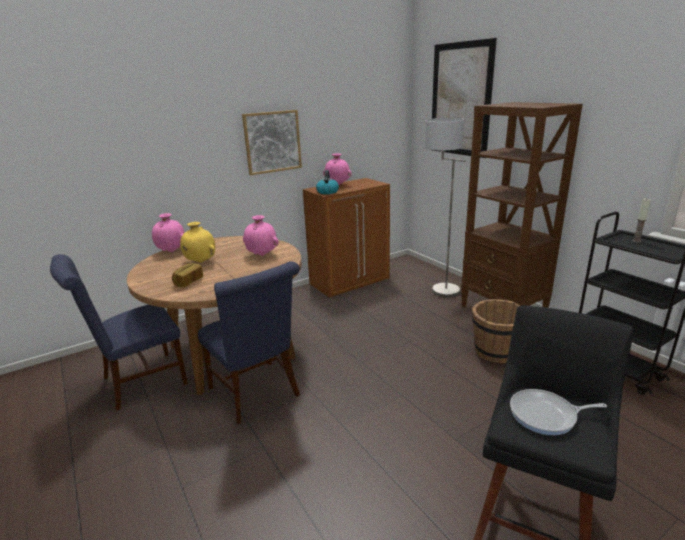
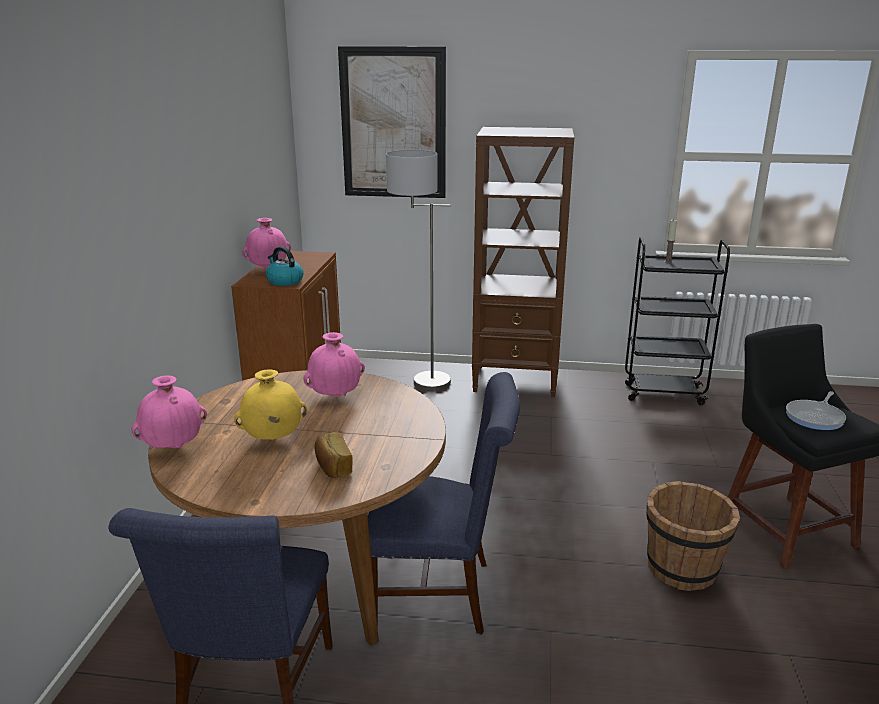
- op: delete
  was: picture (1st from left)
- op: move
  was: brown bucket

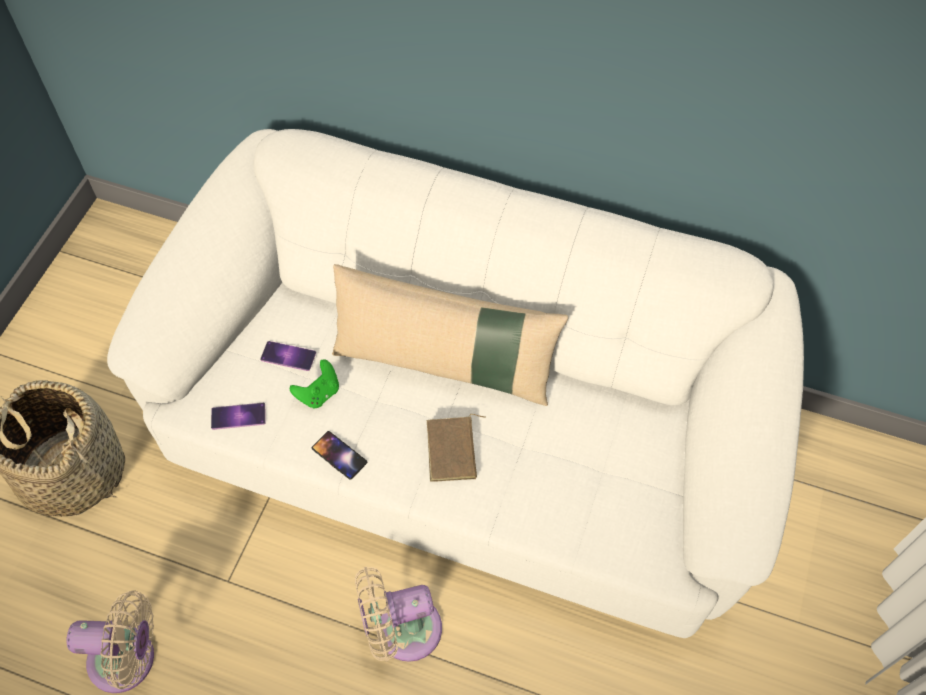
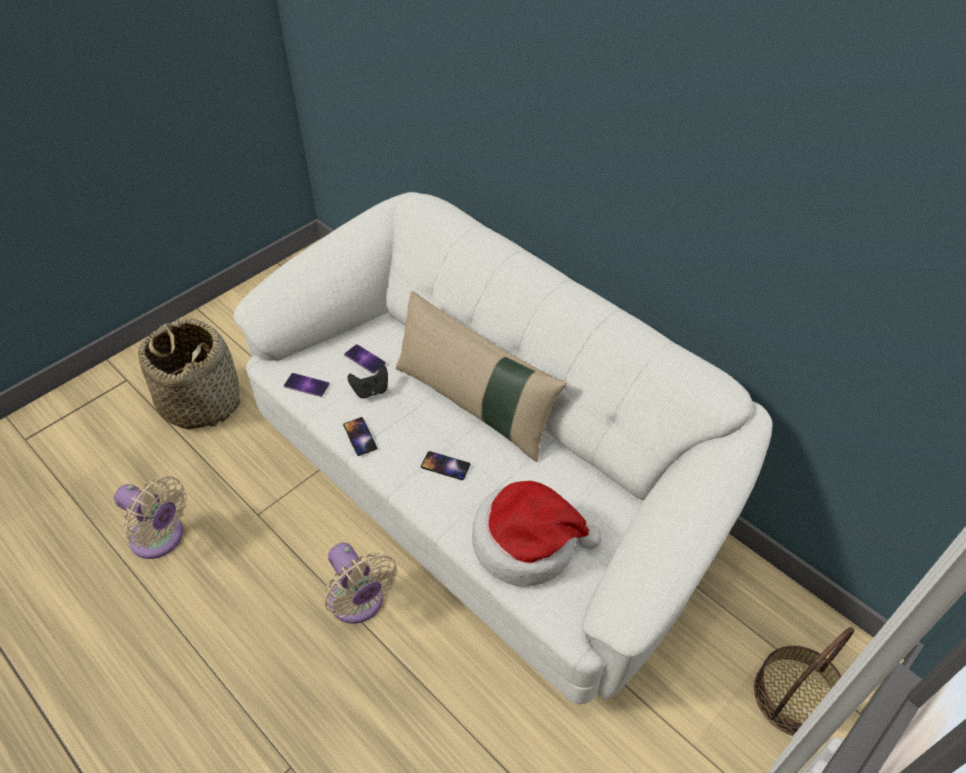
- op: insert
  now: hat
- op: insert
  now: basket (2nd from left)
- op: replace
  was: brown book
  now: phone (4th from left)
- op: recolor
  was: green game controller
  now: black game controller
- op: rotate
  was: beige fan (2nd from left)
  clockwise: -135

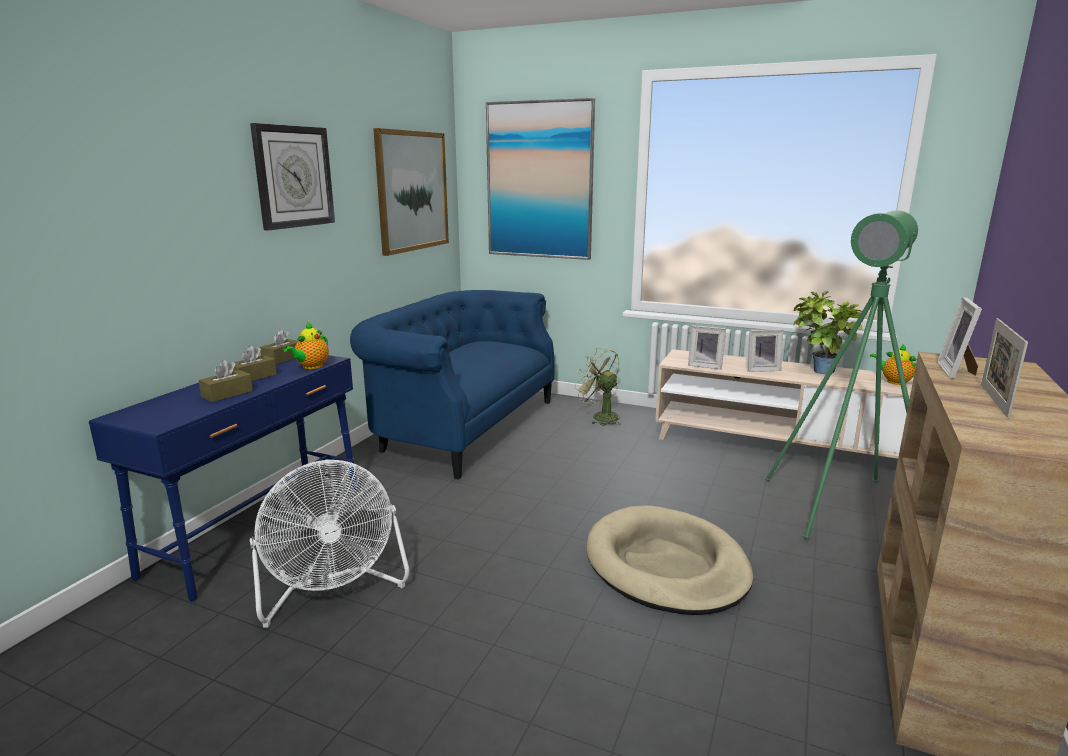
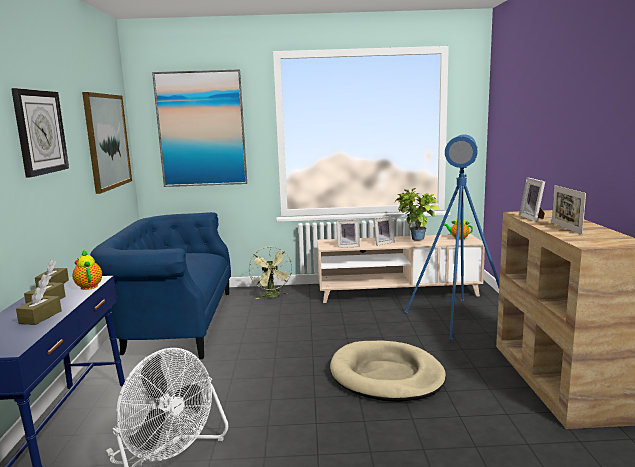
- op: recolor
  was: green floor lamp
  now: blue floor lamp
- op: rotate
  was: teapot (1st from left)
  clockwise: 150
- op: rotate
  was: green fan
  clockwise: -120

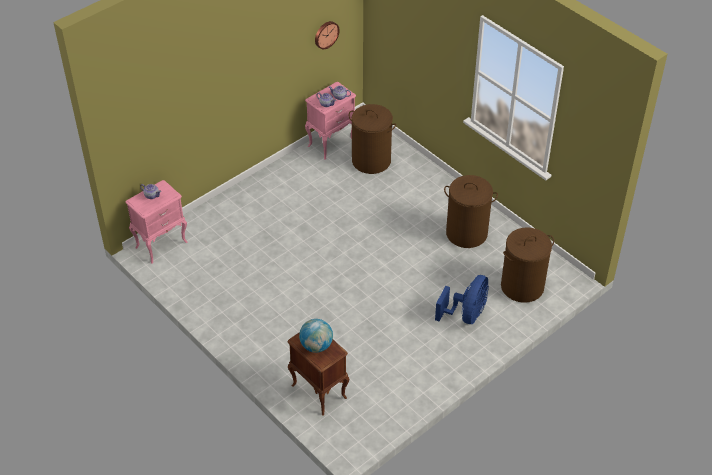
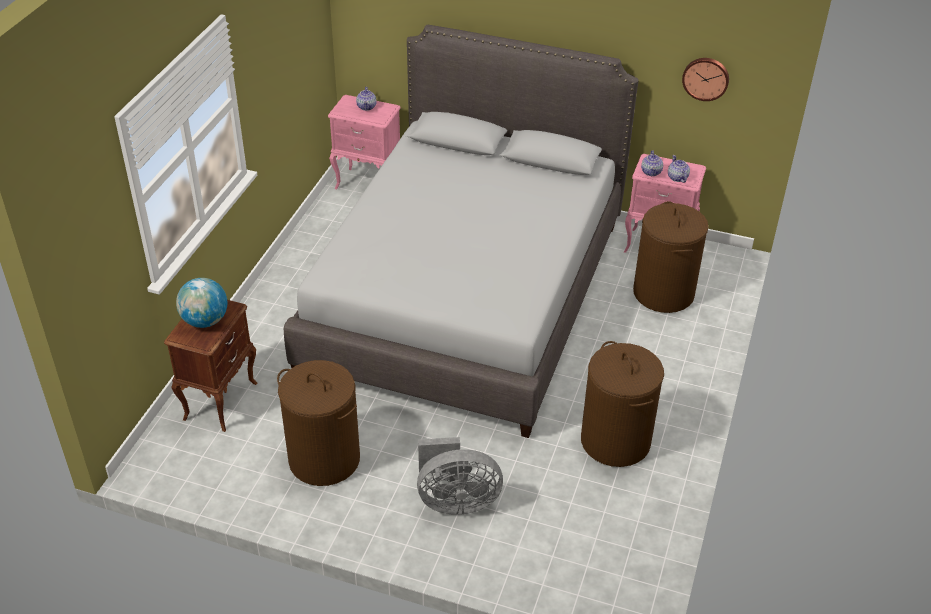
- op: insert
  now: grey bed
- op: move
  was: brown laundry basket (3rd from left in the first image)
  now: brown laundry basket (1st from left)
- op: recolor
  was: blue fan
  now: grey fan

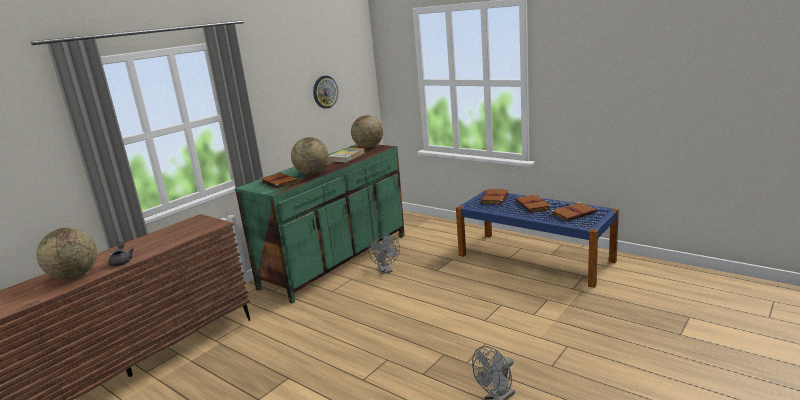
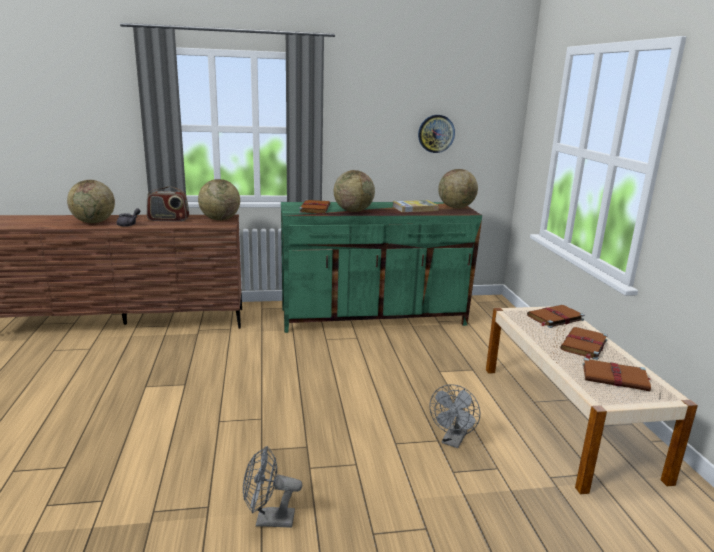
- op: insert
  now: radio
- op: insert
  now: globe (2nd from left)
- op: move
  was: grey fan (1st from left in the first image)
  now: grey fan (2nd from left)
- op: recolor
  was: blue bench
  now: beige bench

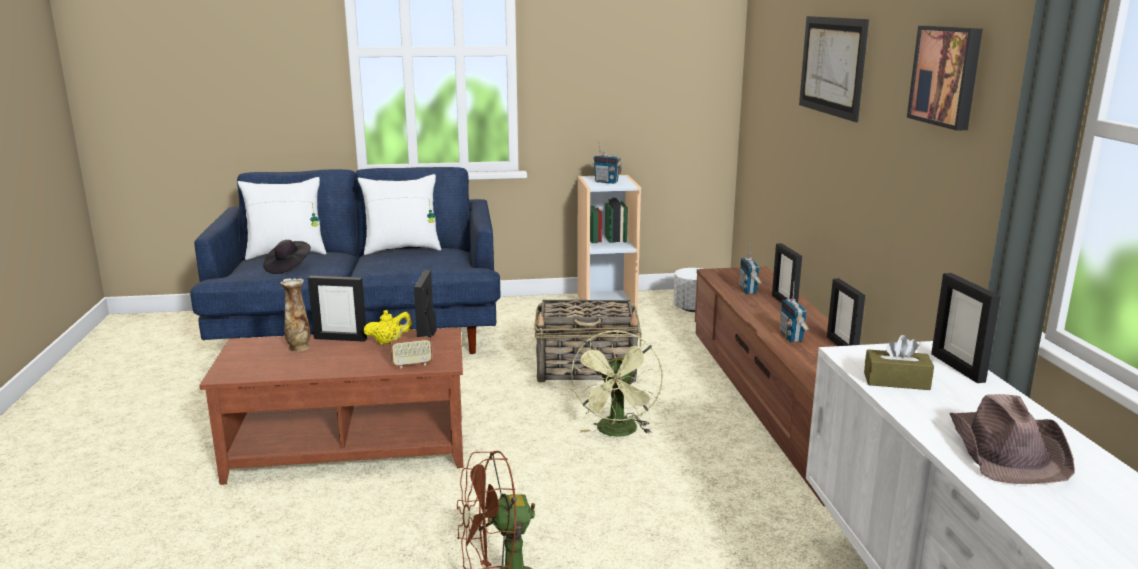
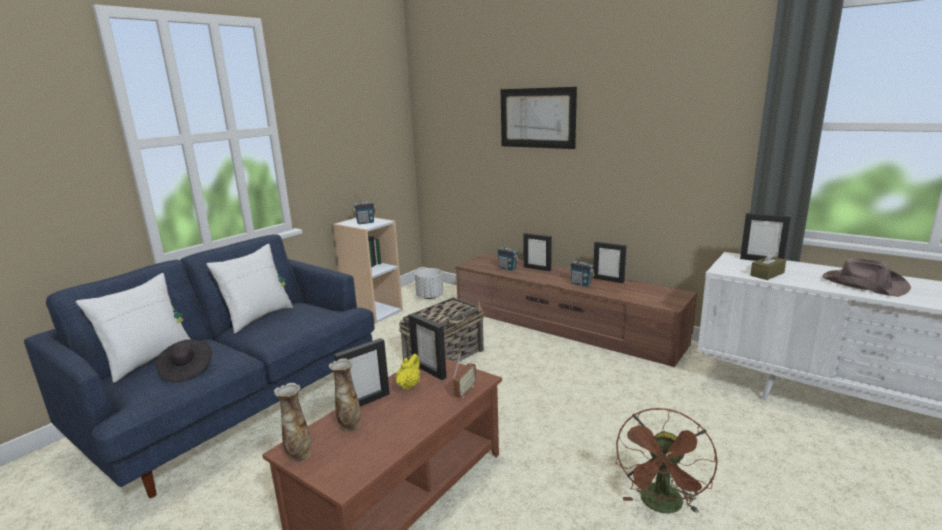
- op: delete
  was: green fan
- op: delete
  was: picture (2nd from left)
- op: insert
  now: vase (1st from left)

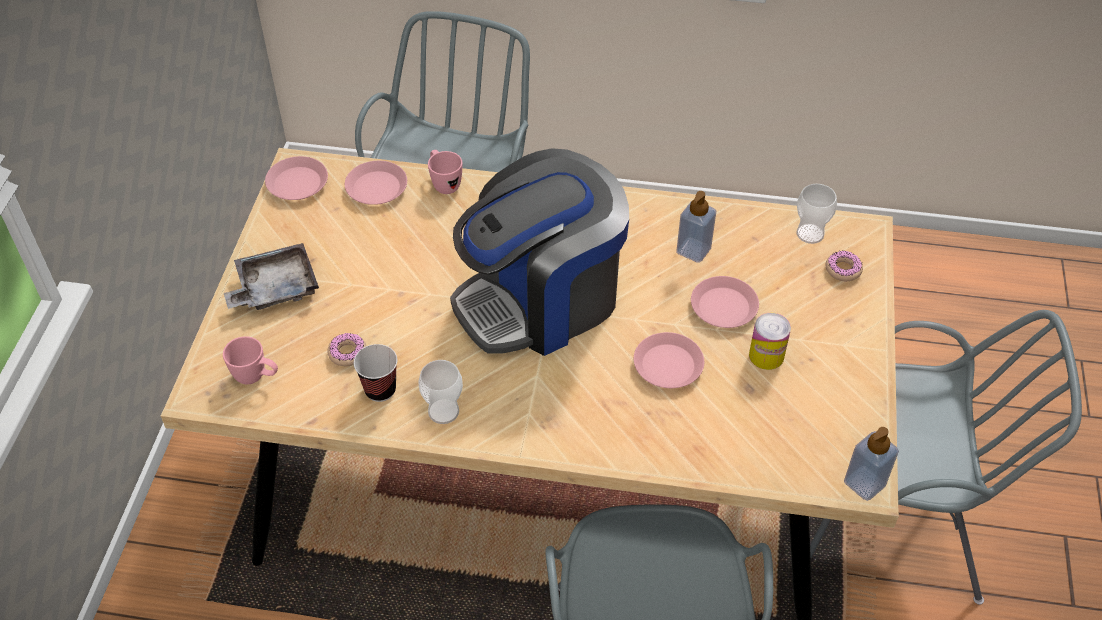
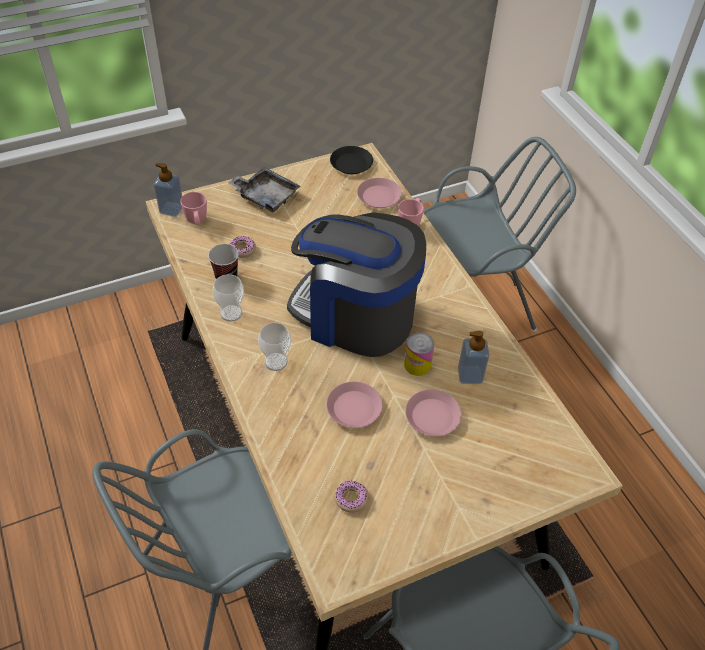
- op: move
  was: can
- op: move
  was: cup (3rd from left)
- op: move
  was: donut (2nd from left)
- op: move
  was: soap dispenser (2nd from left in the first image)
  now: soap dispenser (1st from left)
- op: recolor
  was: pink plate (1st from left)
  now: black plate

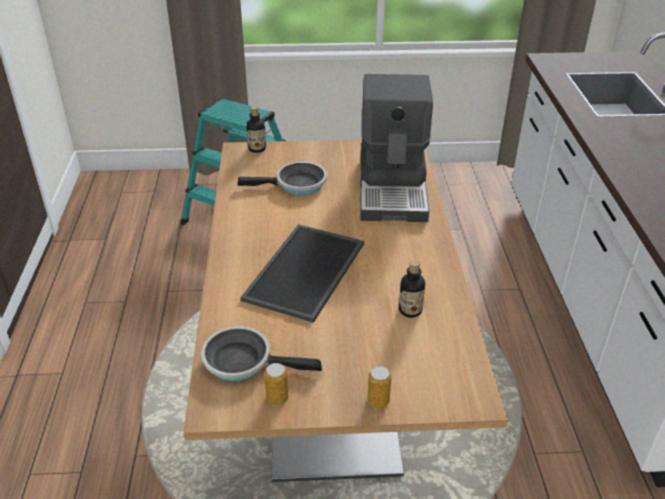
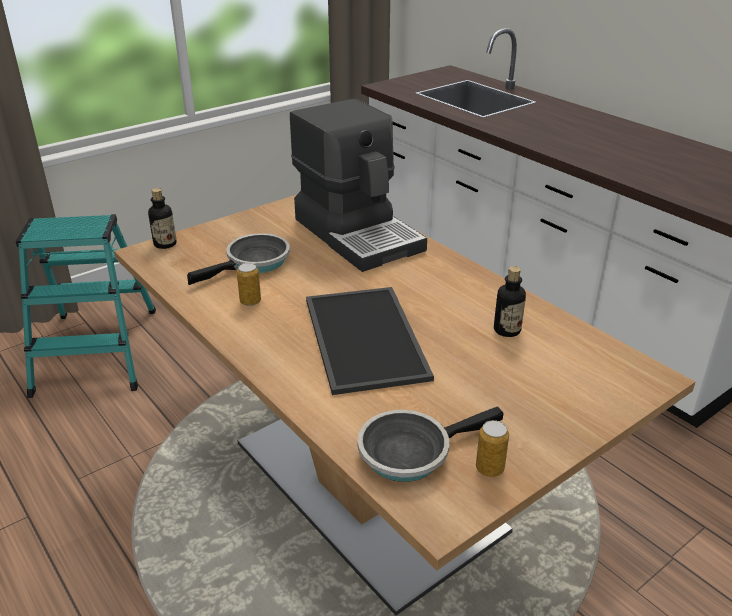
- op: move
  was: can (2nd from left in the first image)
  now: can (1st from left)

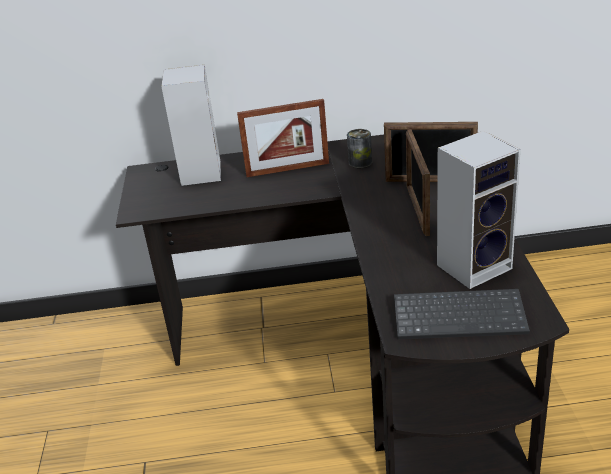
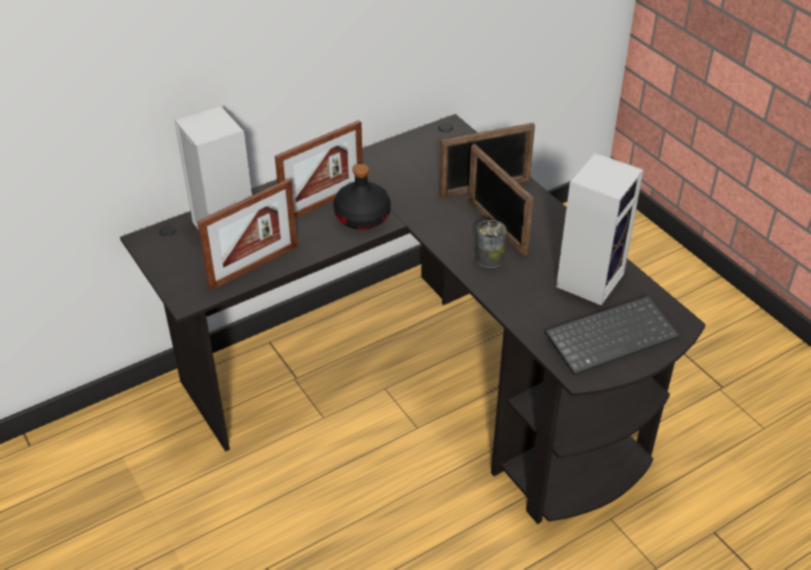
- op: insert
  now: picture frame (1st from left)
- op: insert
  now: black bottle
- op: move
  was: can

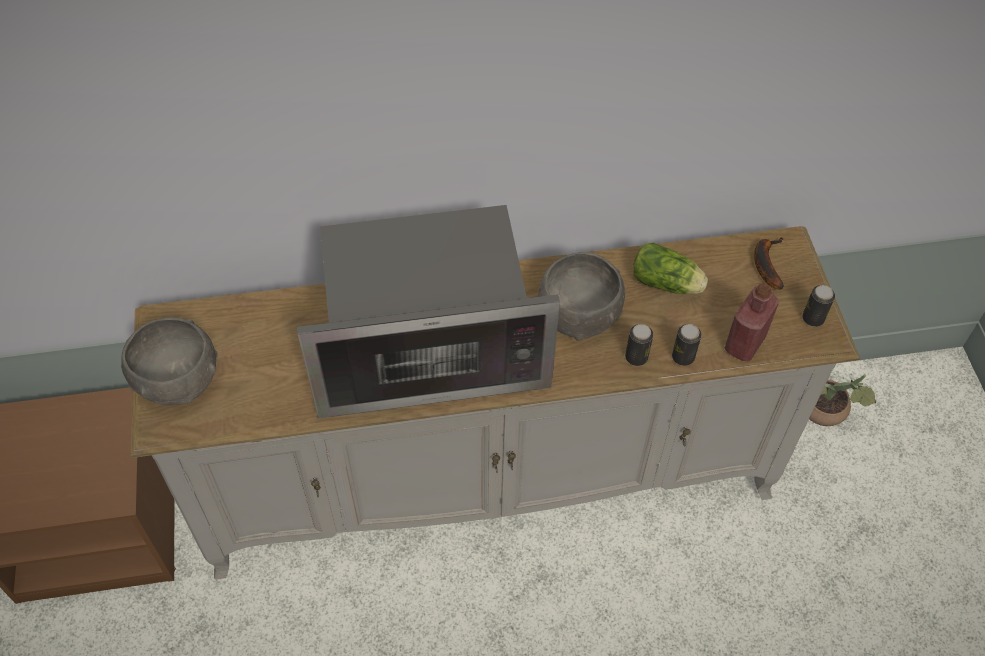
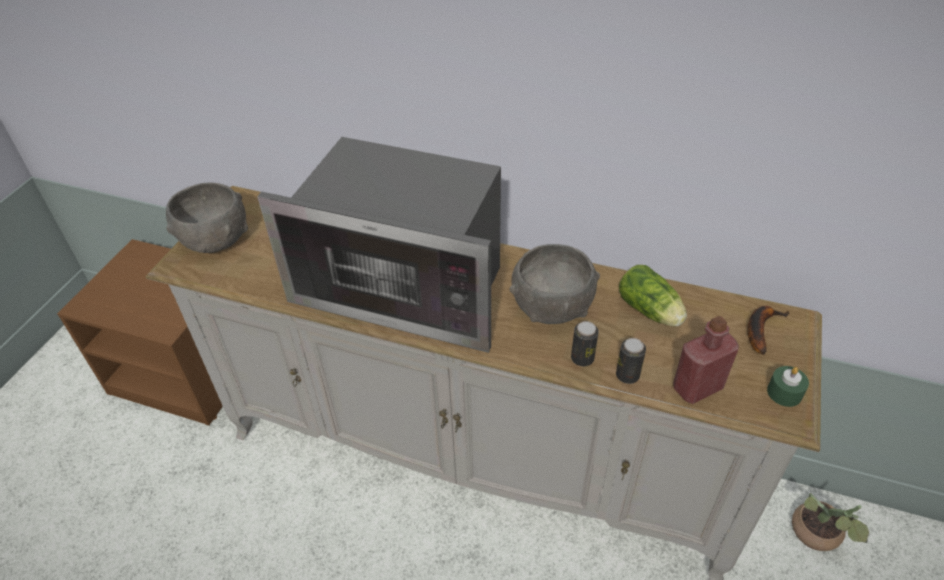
- op: replace
  was: can (3rd from left)
  now: green candle

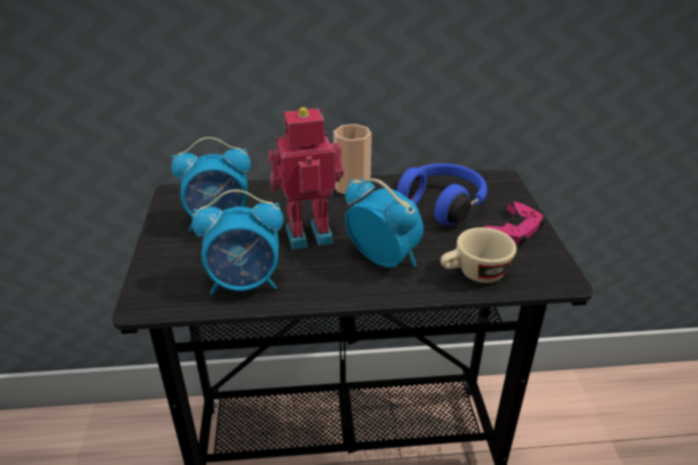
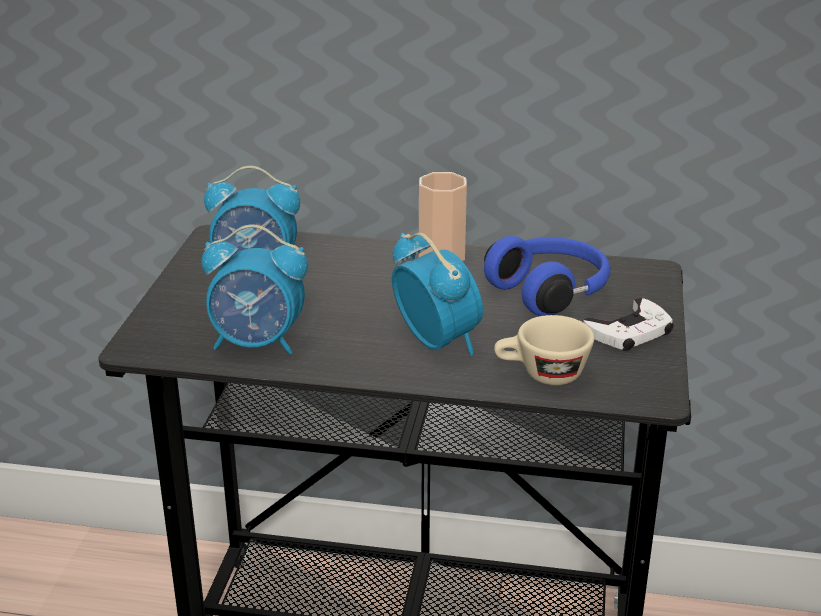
- op: delete
  was: toy robot
- op: recolor
  was: pink game controller
  now: white game controller

